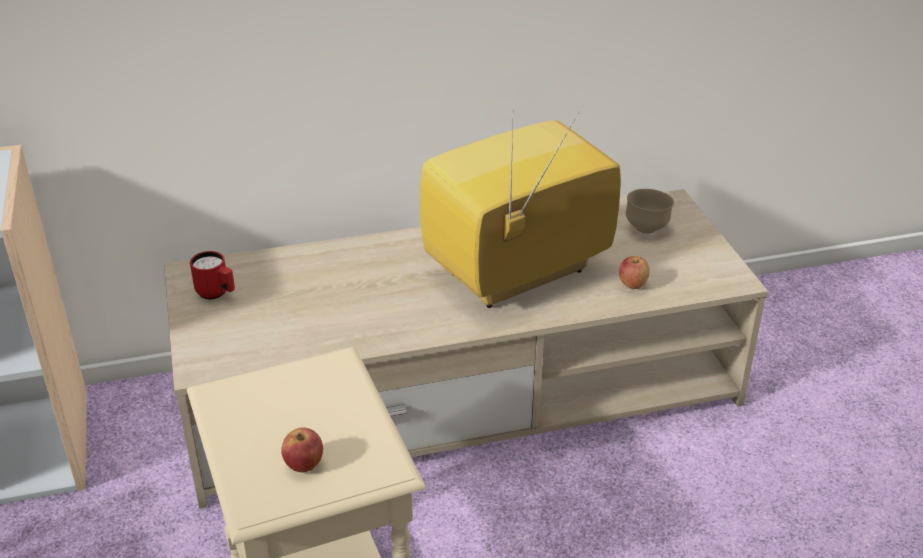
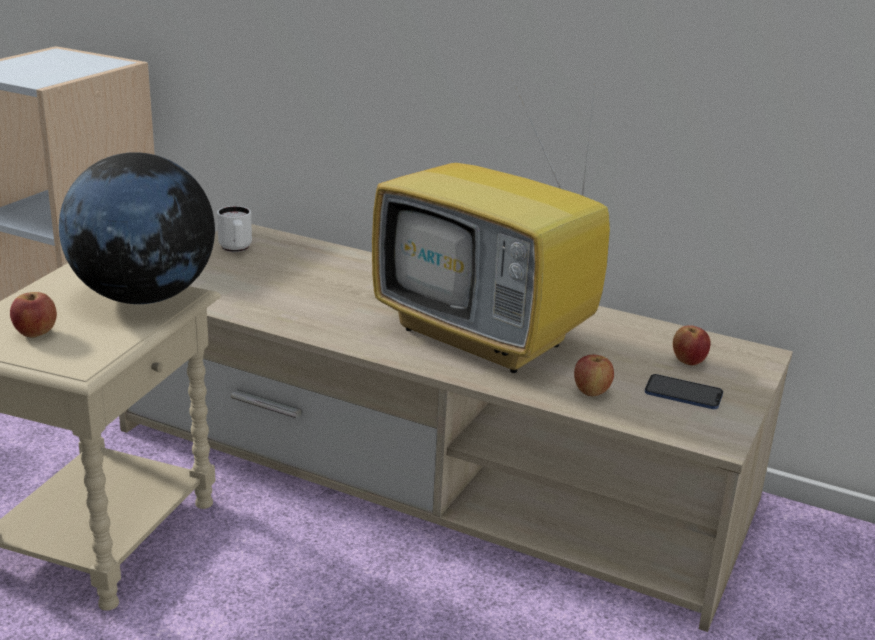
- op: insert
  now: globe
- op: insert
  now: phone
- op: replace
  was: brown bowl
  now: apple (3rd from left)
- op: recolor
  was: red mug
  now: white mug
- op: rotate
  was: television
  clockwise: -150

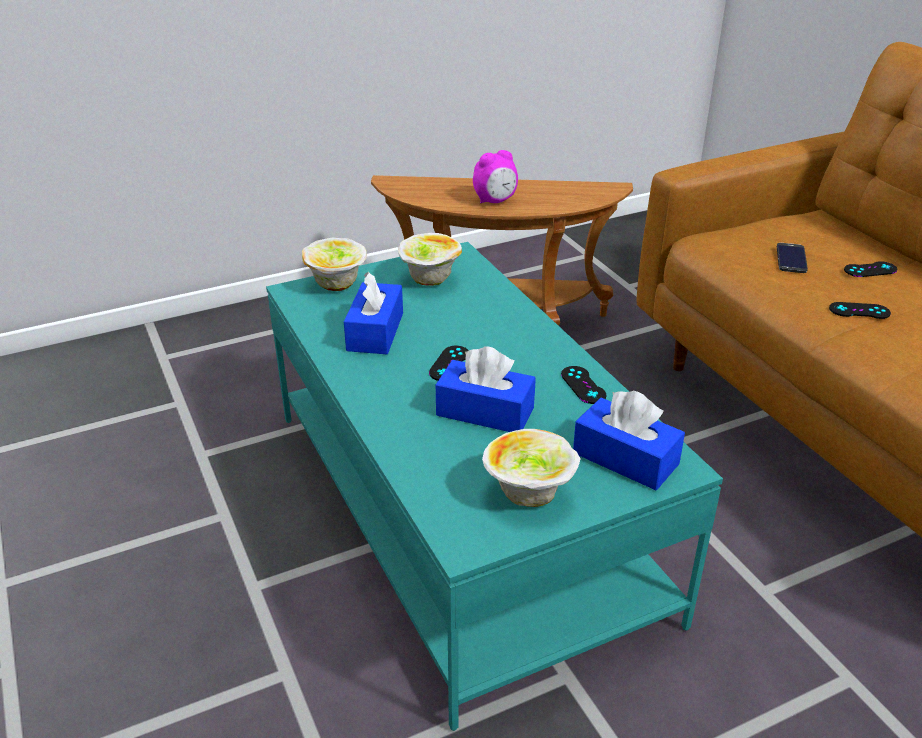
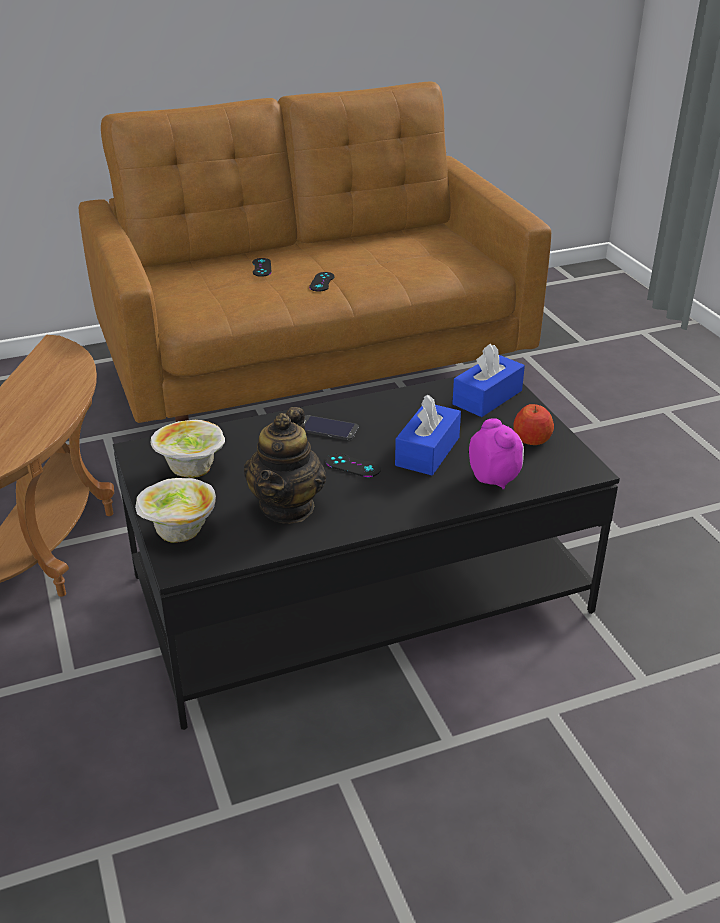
- op: delete
  was: black game controller (2nd from left)
- op: move
  was: alarm clock
- op: move
  was: phone
- op: replace
  was: blue tissue box (1st from left)
  now: teapot
- op: replace
  was: bowl (3rd from left)
  now: apple
- op: recolor
  was: turquoise coffee table
  now: black coffee table

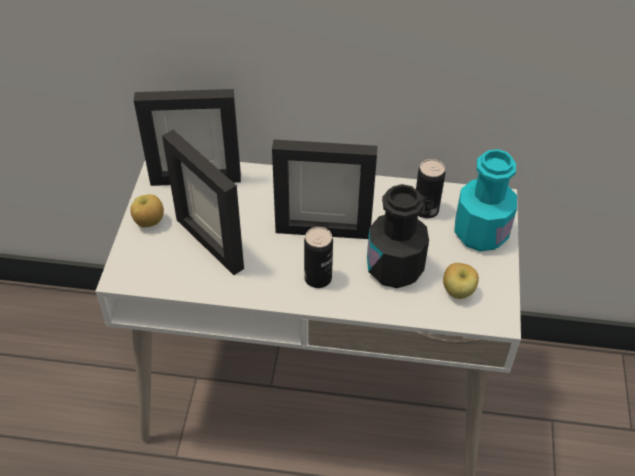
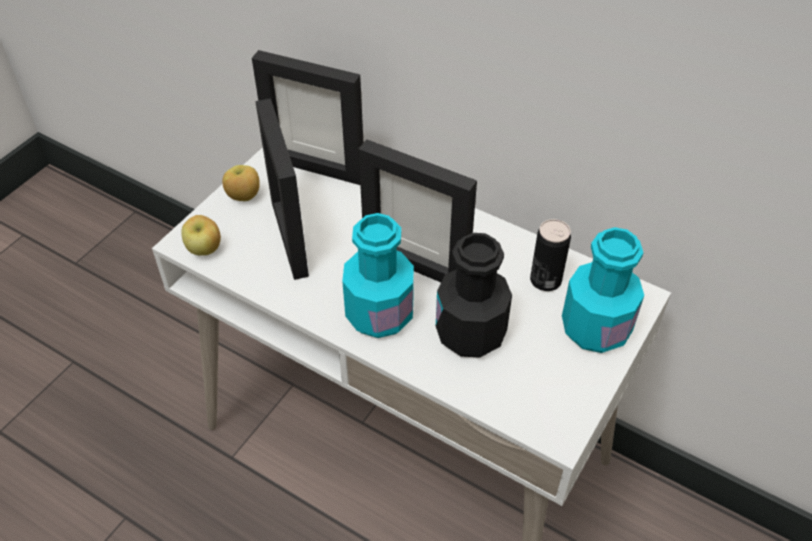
- op: move
  was: apple (2nd from left in the first image)
  now: apple (1st from left)
- op: replace
  was: can (1st from left)
  now: turquoise bottle (1st from left)

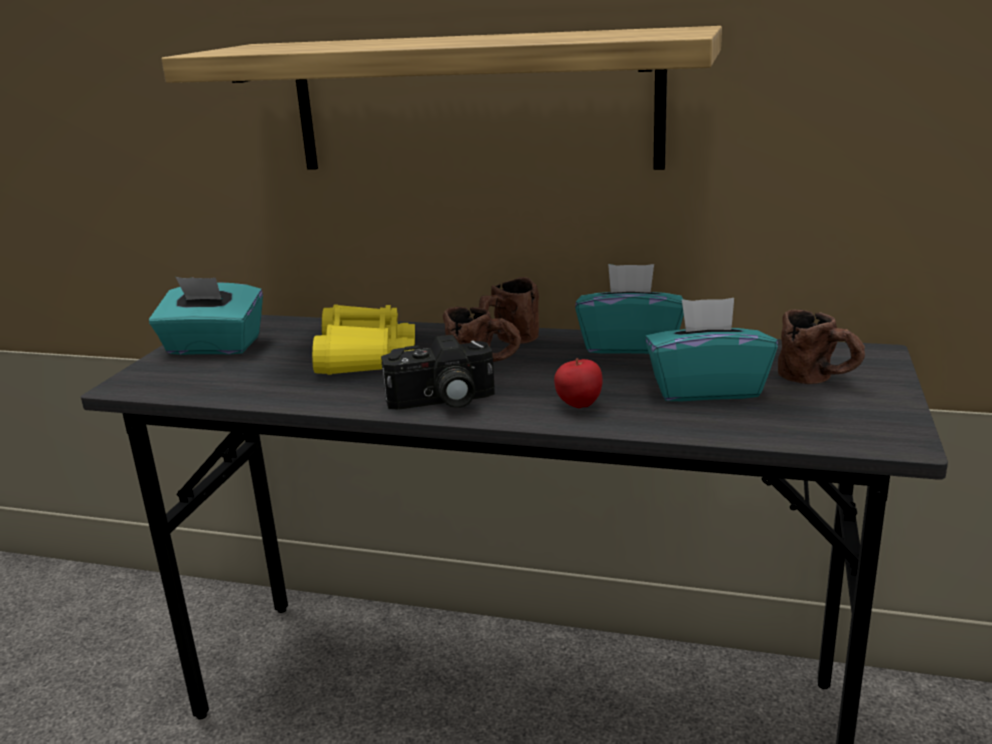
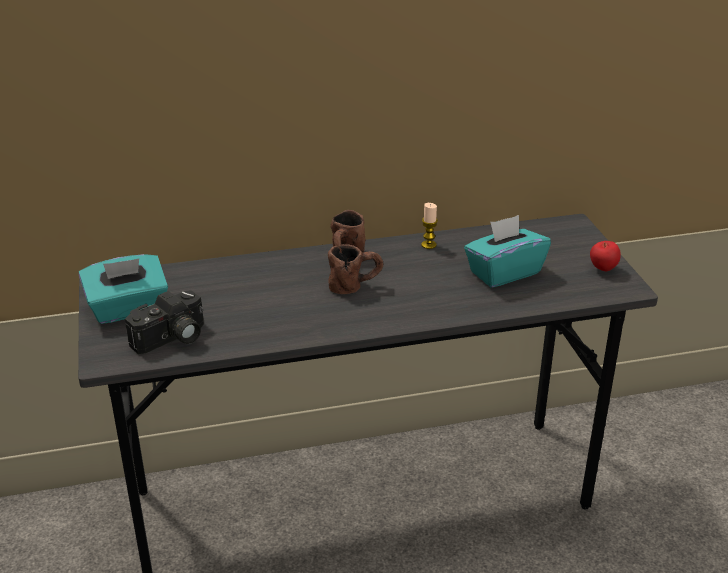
- op: delete
  was: shelf
- op: delete
  was: yellow binoculars
- op: delete
  was: brown mug (3rd from left)
- op: move
  was: photo camera
- op: move
  was: apple
- op: replace
  was: turquoise tissue box (2nd from left)
  now: candle

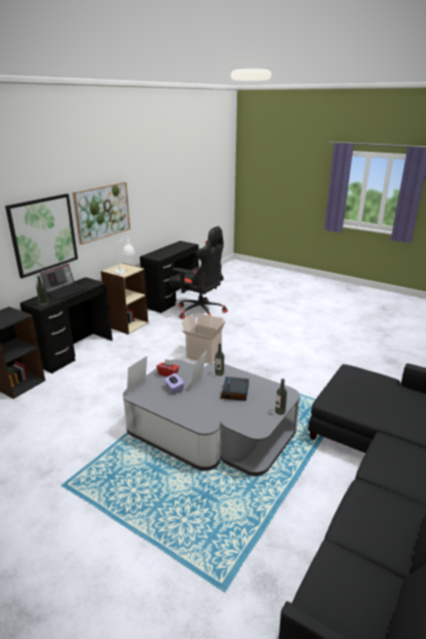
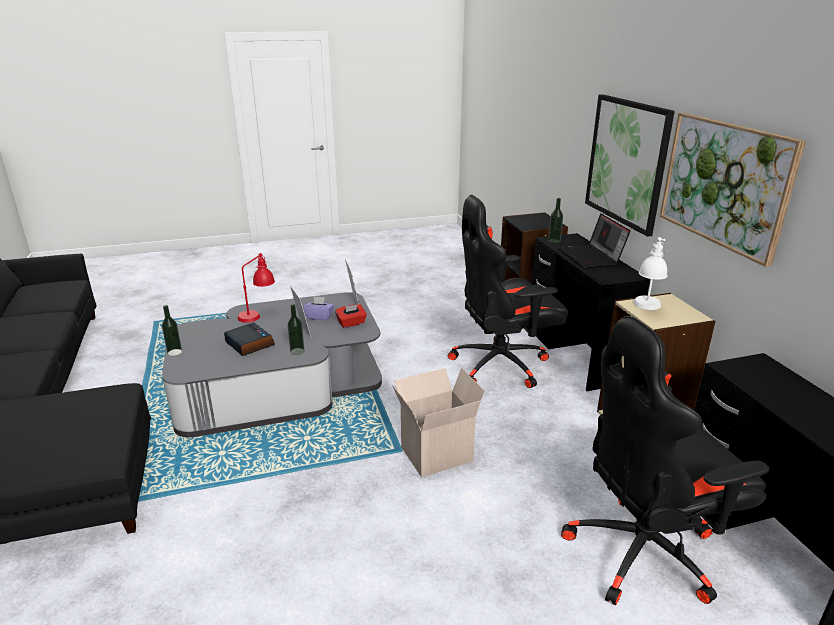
- op: insert
  now: red table lamp
- op: insert
  now: black office chair (1st from left)

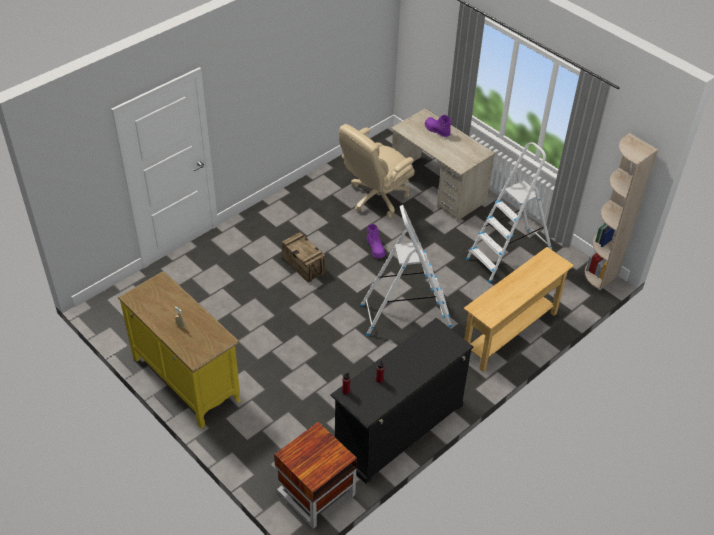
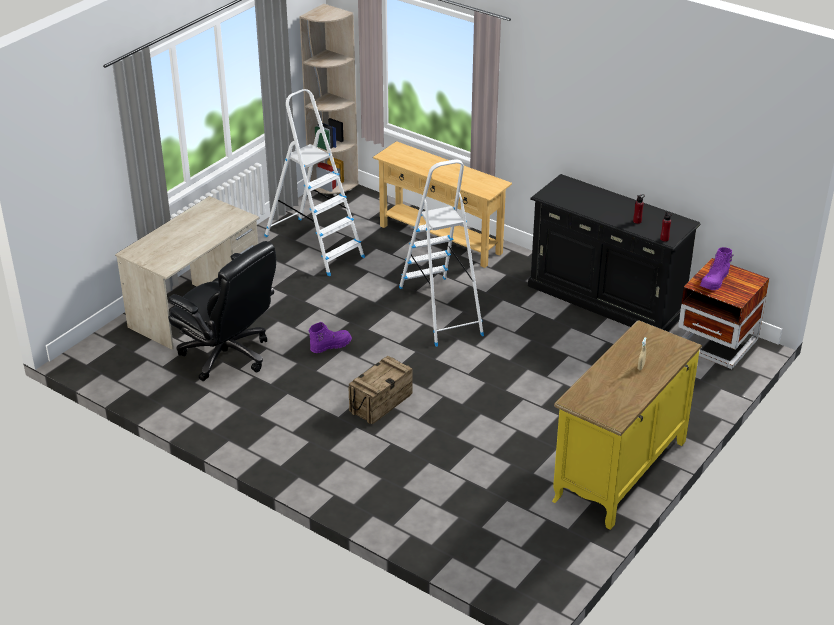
- op: move
  was: purple boot (2nd from left)
- op: recolor
  was: beige office chair
  now: black office chair

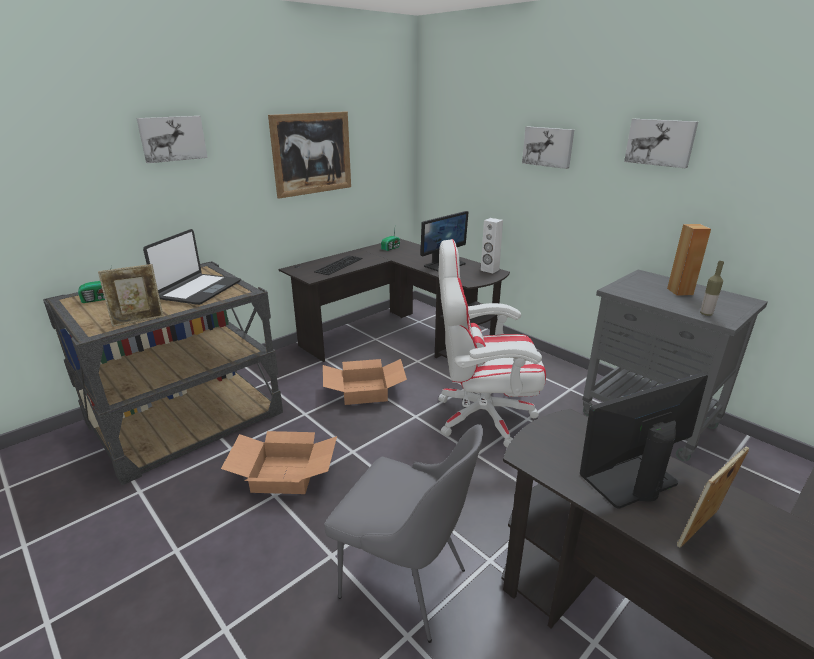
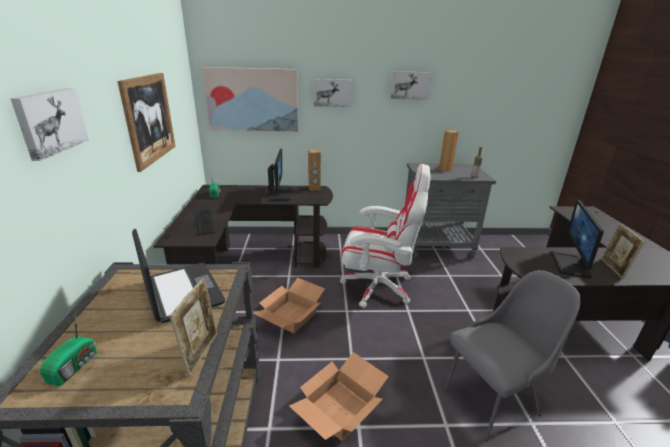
- op: insert
  now: picture (3rd from left)
- op: recolor
  was: white speaker
  now: brown speaker (1st from left)
- op: rotate
  was: white office chair
  clockwise: -120

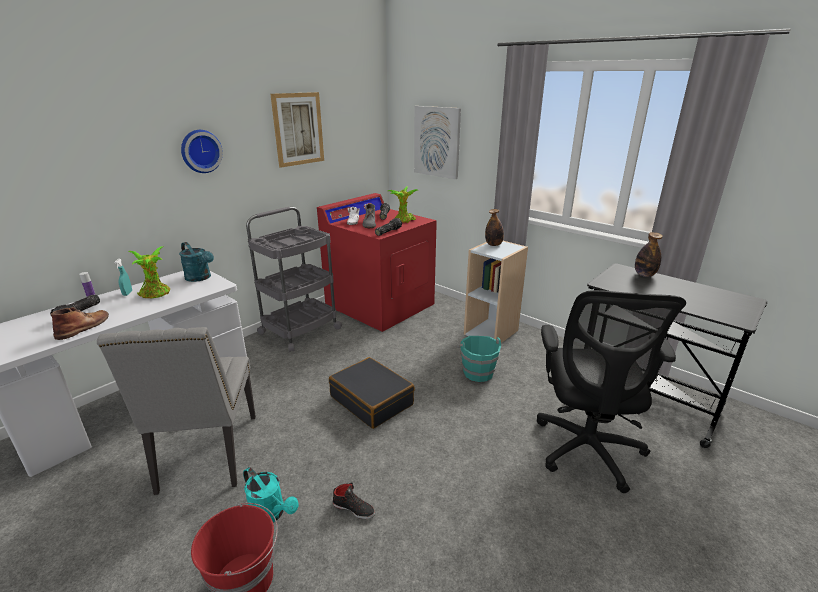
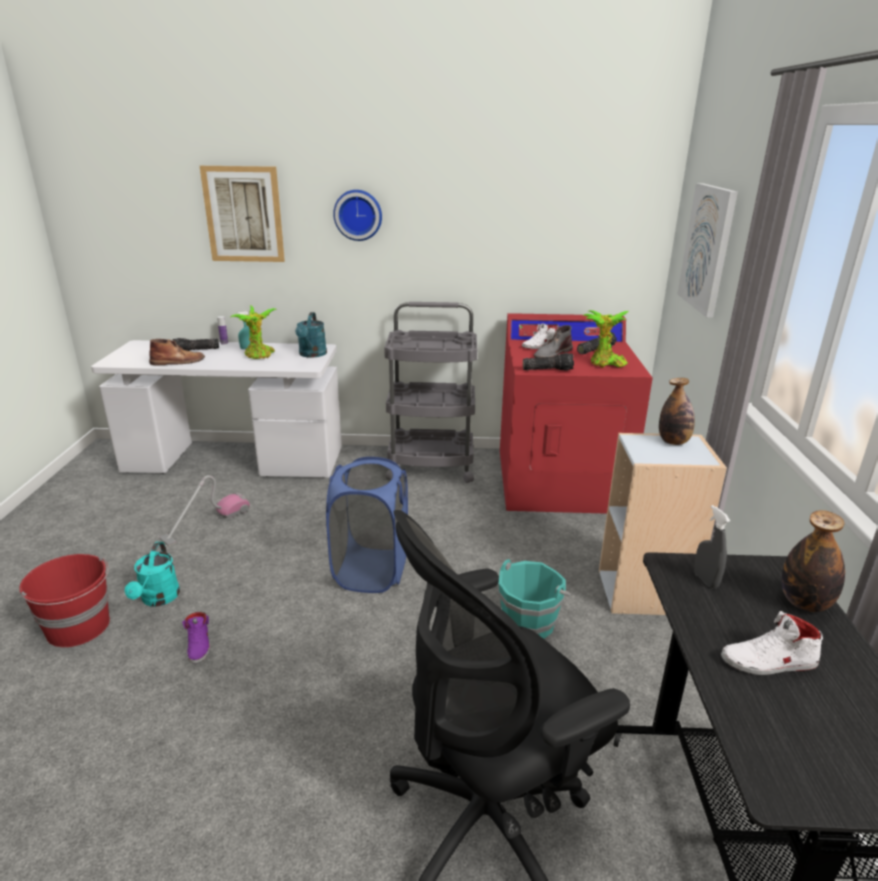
- op: insert
  now: grey spray bottle
- op: insert
  now: white shoe (2nd from left)
- op: move
  was: picture (1st from left)
- op: replace
  was: grey chair
  now: vacuum cleaner
- op: replace
  was: black suitcase
  now: blue laundry basket
- op: recolor
  was: black shoe
  now: purple shoe

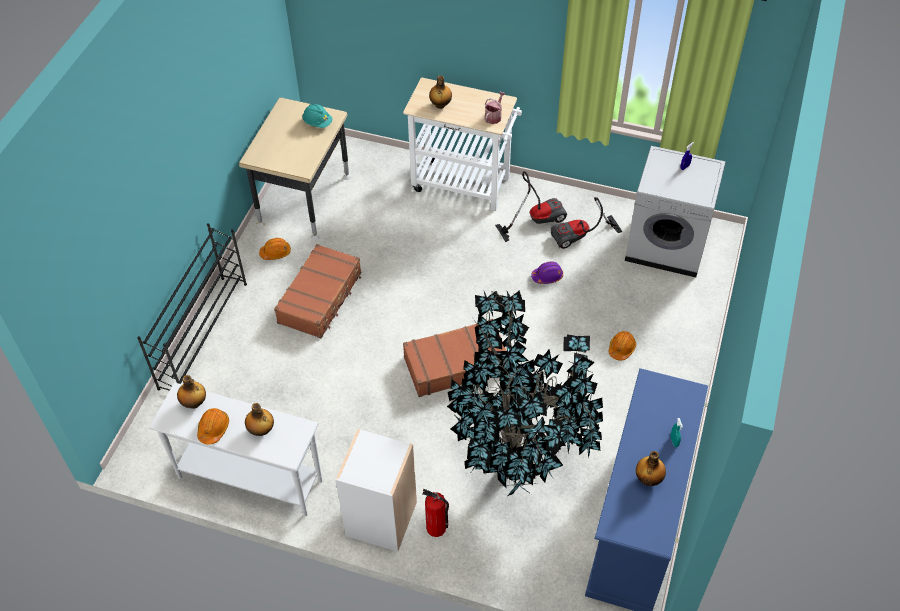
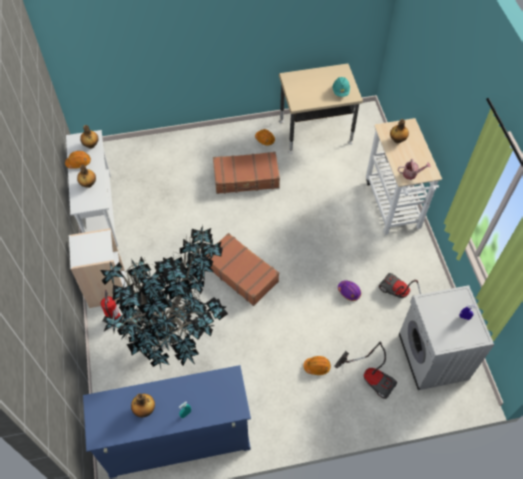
- op: delete
  was: black shoe rack
- op: move
  was: vacuum cleaner (1st from left)

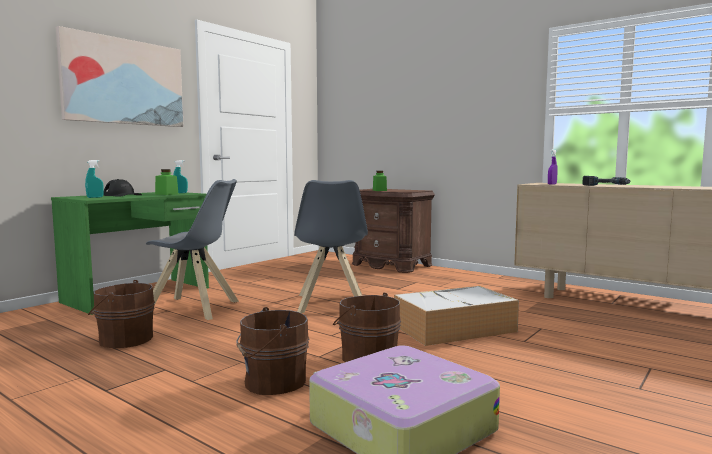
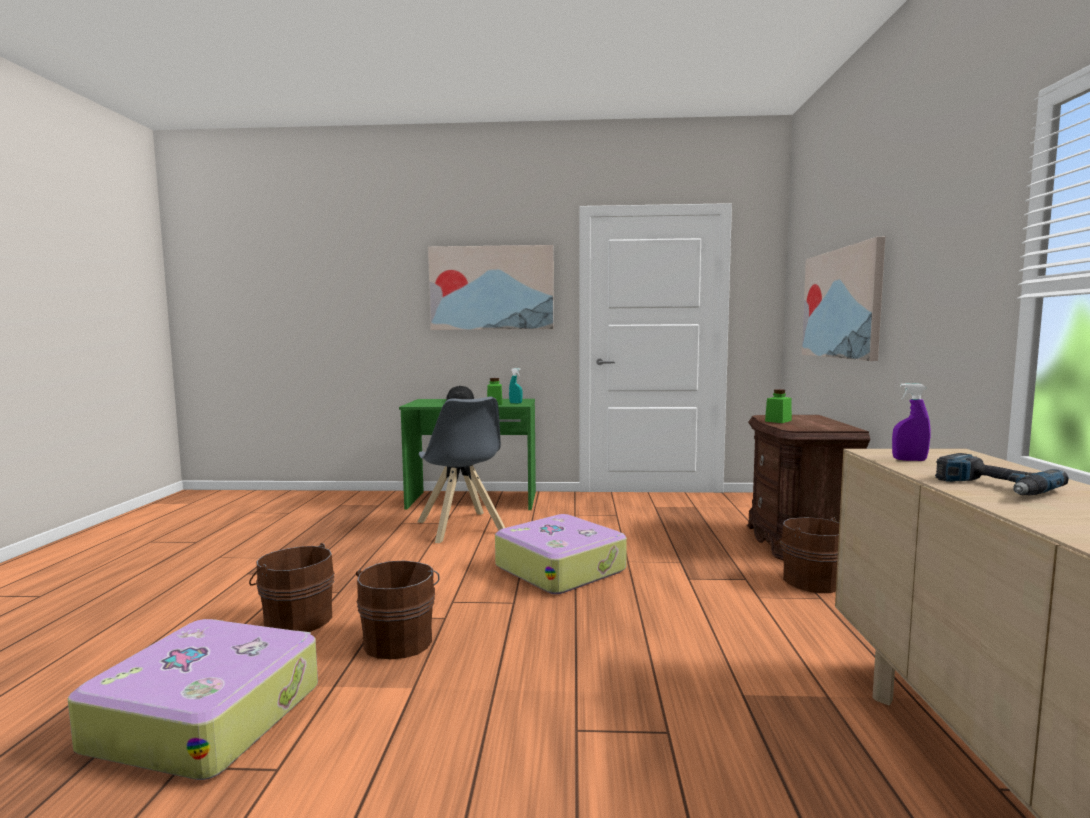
- op: delete
  was: turquoise spray bottle (1st from left)
- op: delete
  was: storage box
- op: insert
  now: picture (2nd from left)
- op: move
  was: brown bucket (1st from left in the first image)
  now: brown bucket (3rd from left)
- op: replace
  was: grey chair (2nd from left)
  now: suitcase (2nd from left)

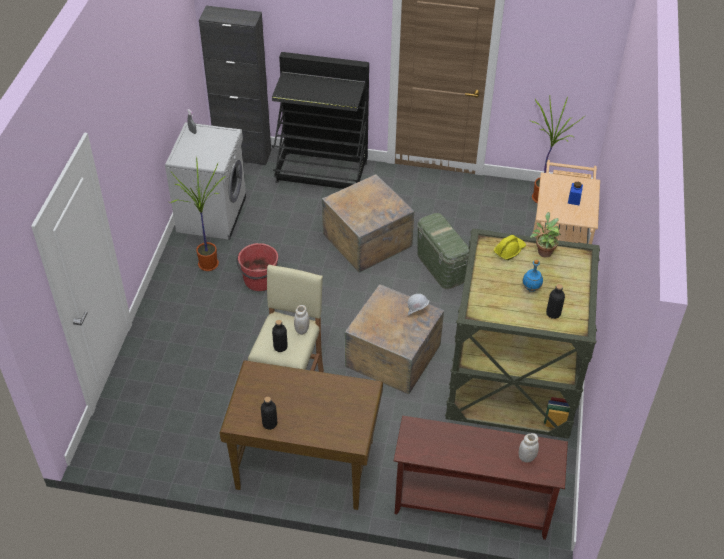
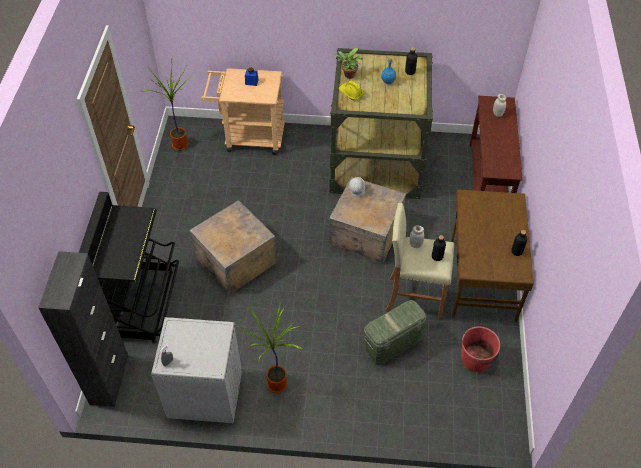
- op: move
  was: red bucket
- op: move
  was: green storage box

